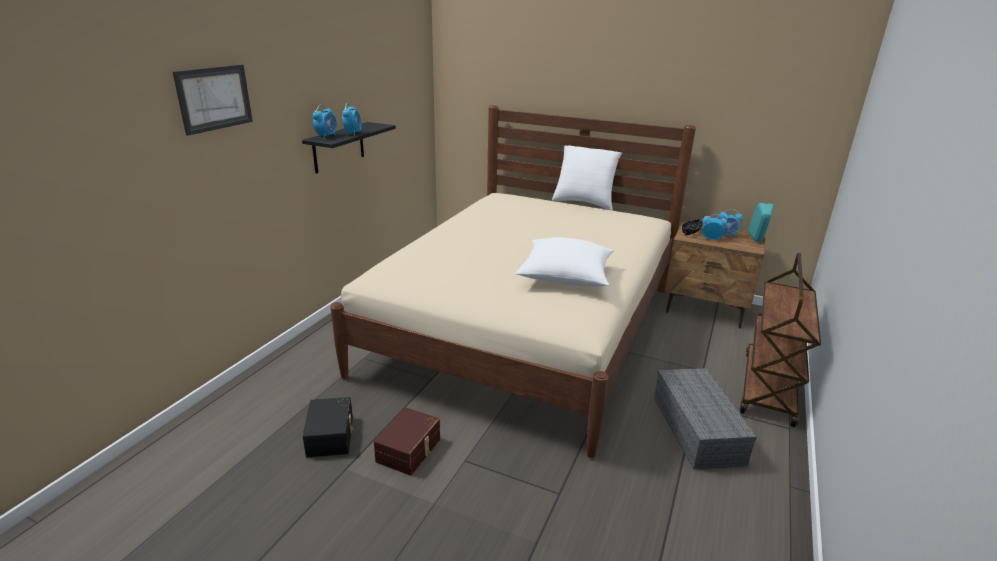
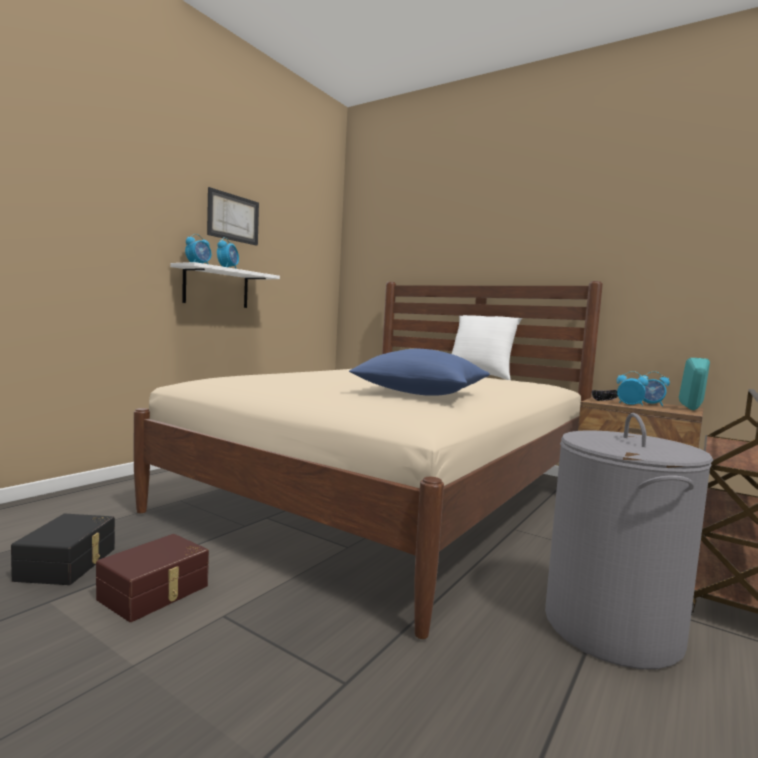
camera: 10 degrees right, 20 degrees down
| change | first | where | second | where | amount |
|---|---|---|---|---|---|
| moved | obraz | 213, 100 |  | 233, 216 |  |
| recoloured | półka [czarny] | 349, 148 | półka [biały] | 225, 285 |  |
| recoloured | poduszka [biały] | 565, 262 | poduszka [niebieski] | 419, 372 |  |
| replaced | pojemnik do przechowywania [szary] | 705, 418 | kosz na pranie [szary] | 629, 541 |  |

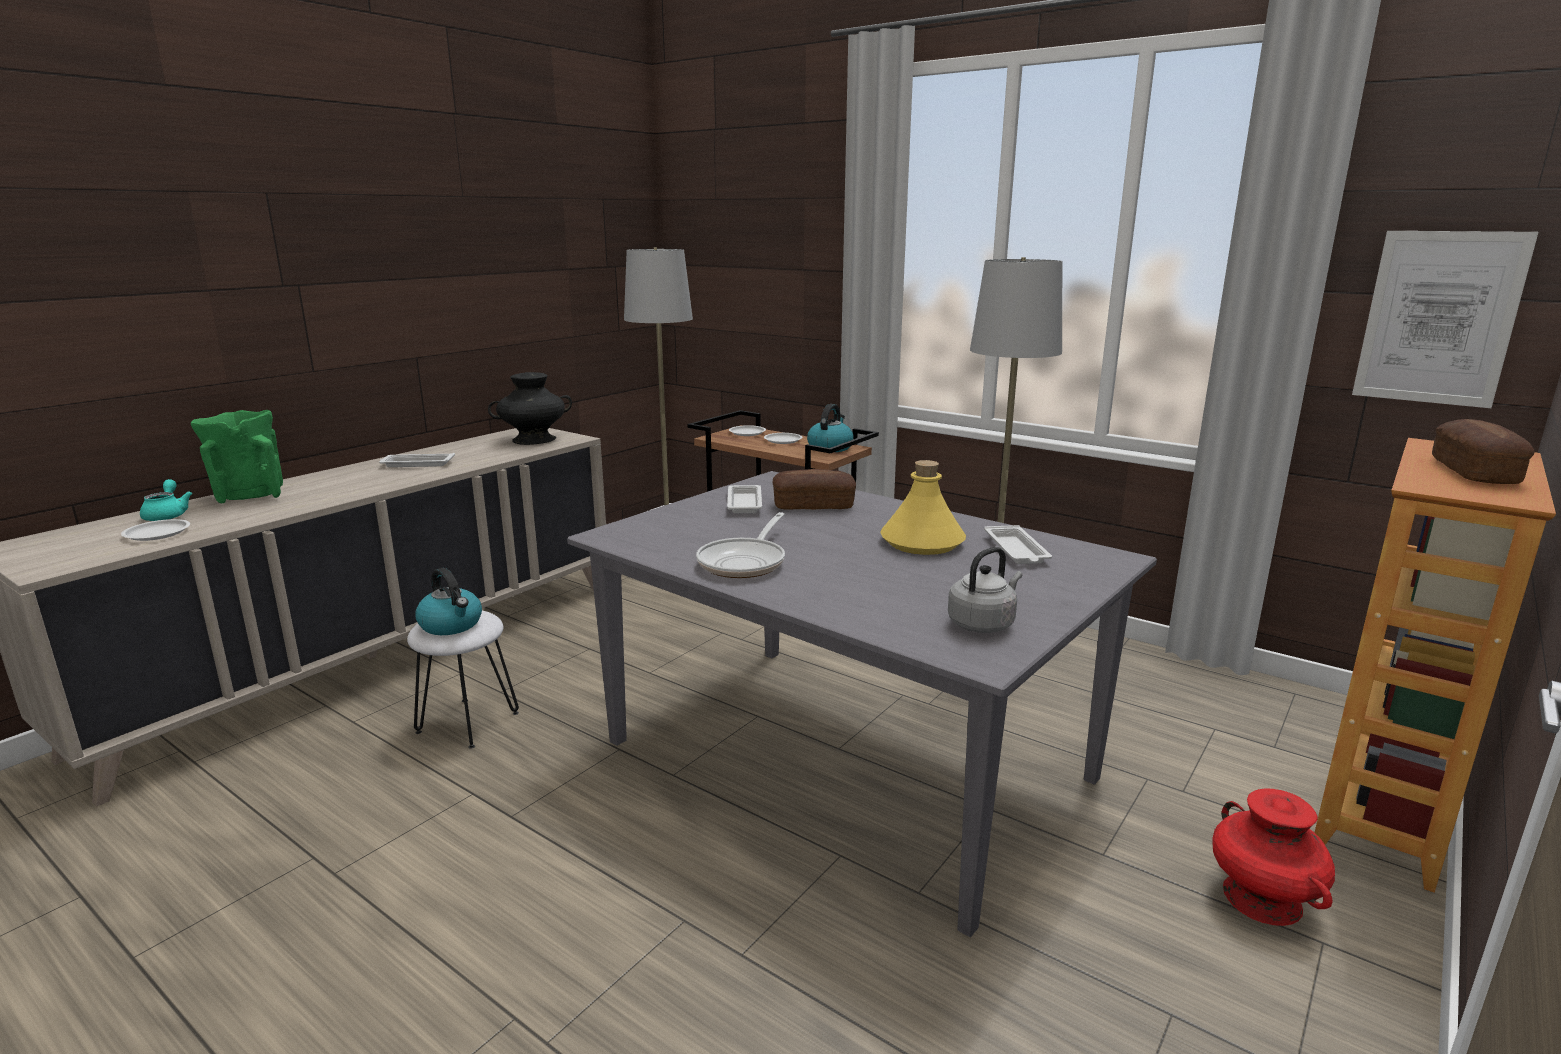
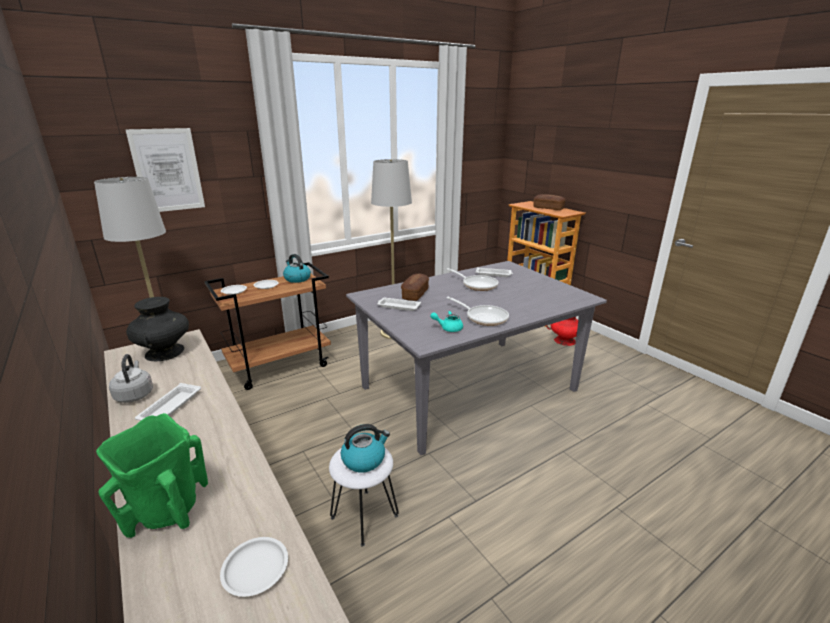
camera: 70 degrees left, 5 degrees up
| change | first | where | second | where | amount |
|---|---|---|---|---|---|
| moved | imbryk [turkusowy] | 166, 500 |  | 446, 321 |  |
| replaced | butelka [żółty] | 923, 507 | patelnia | 473, 279 |  |
| moved | czajnik [szary] | 985, 590 |  | 131, 378 |  |
| moved | obraz | 1445, 319 |  | 165, 170 |  |

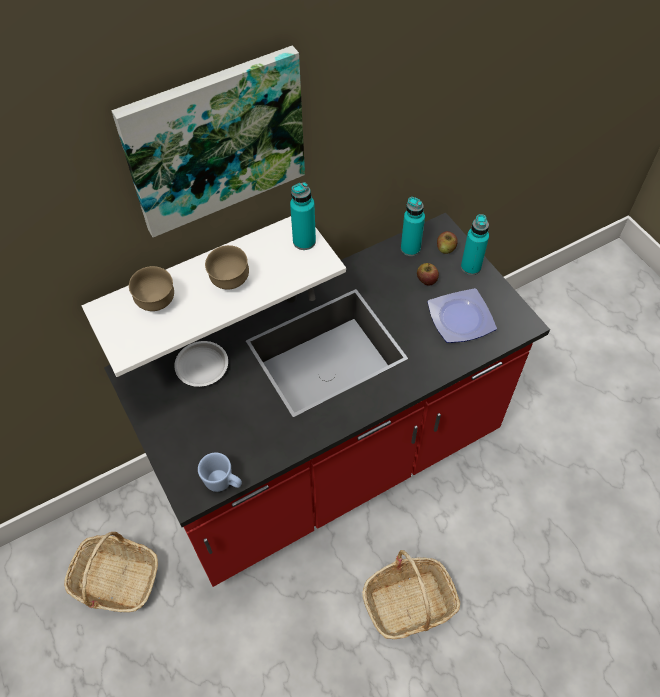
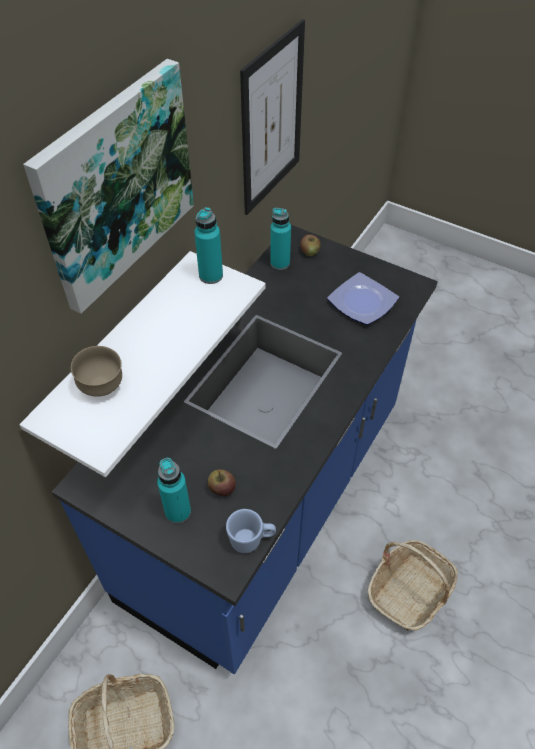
camera: 30 degrees left, 5 degrees down
| change | first | where | second | where | amount |
|---|---|---|---|---|---|
| recoloured | zabudowa kuchenna [czerwony] | 327, 400 | zabudowa kuchenna [niebieski] | 245, 449 |  |
| removed | talerz [biały] | 201, 364 |  |  |  |
| removed | miska [brązowy] | 227, 267 |  |  |  |
| moved | jabłko | 428, 274 |  | 222, 482 |  |
| moved | butelka [turkusowy] | 475, 244 |  | 174, 491 |  |
| added |  |  | obraz | 272, 117 |  |

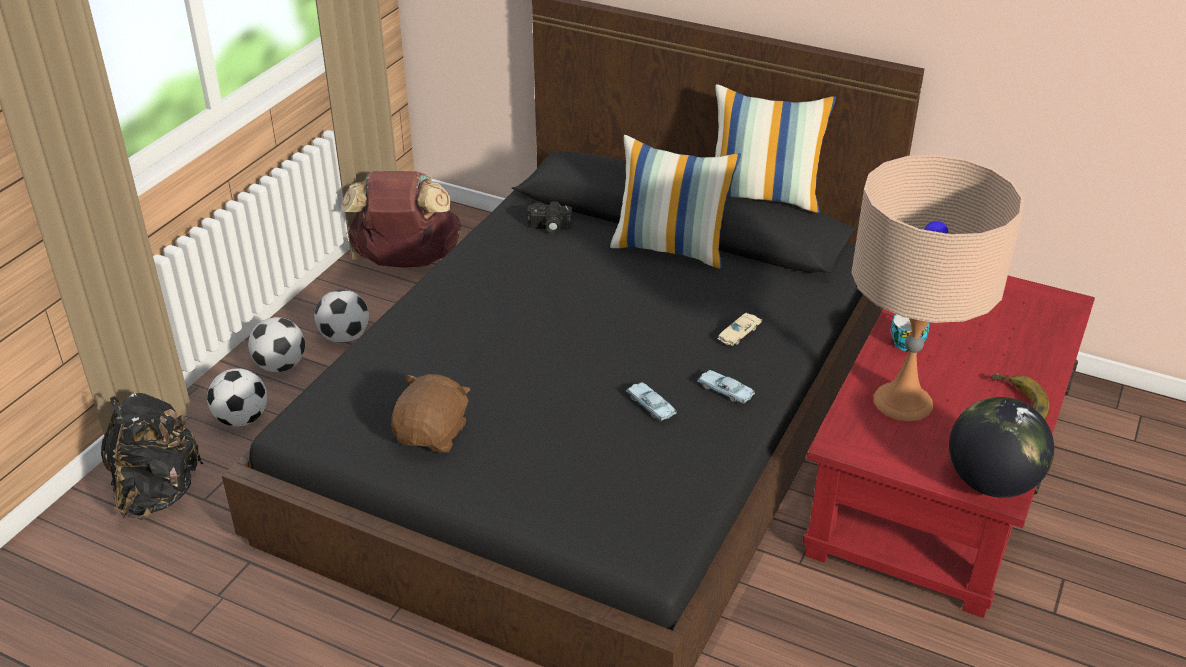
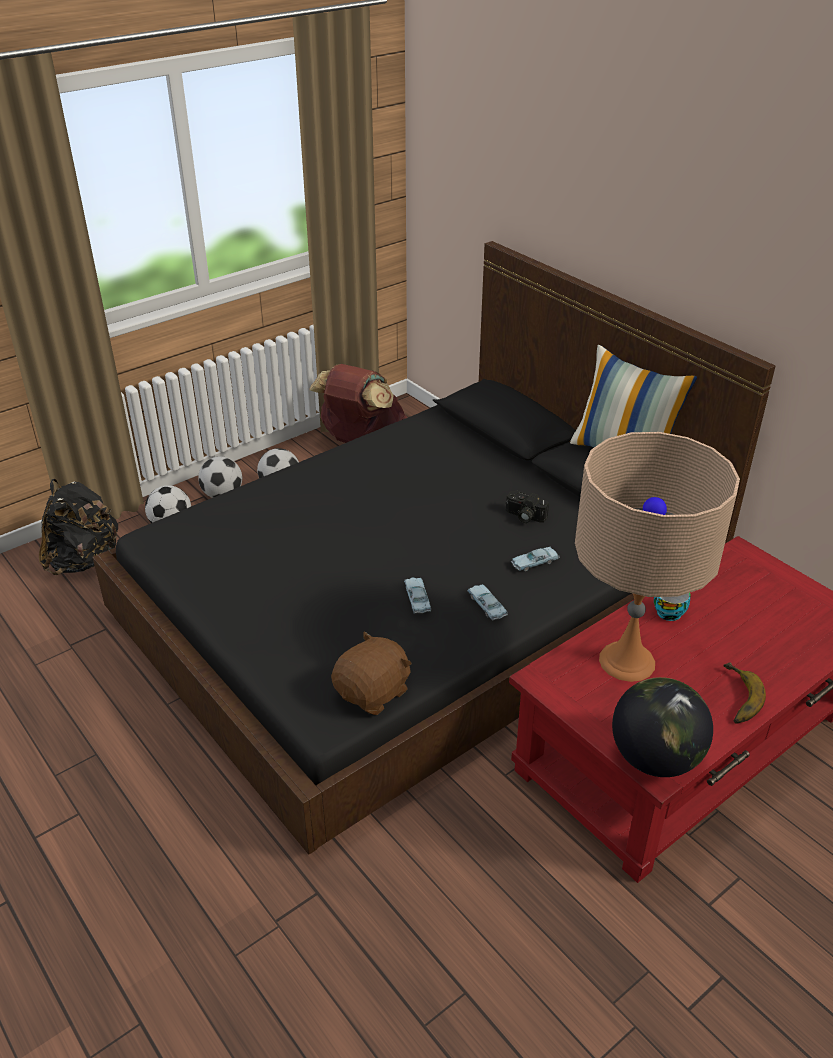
camera: 25 degrees right, 0 degrees up
| change | first | where | second | where | amount |
|---|---|---|---|---|---|
| moved | pluszak [brązowy] | 430, 413 |  | 371, 673 |  |
| moved | aparat fotograficzny | 549, 217 |  | 527, 506 |  |
| removed | poduszka | 675, 202 |  |  |  |
| recoloured | samochodzik [beżowy] | 739, 329 | samochodzik [niebieski] | 535, 559 |  |

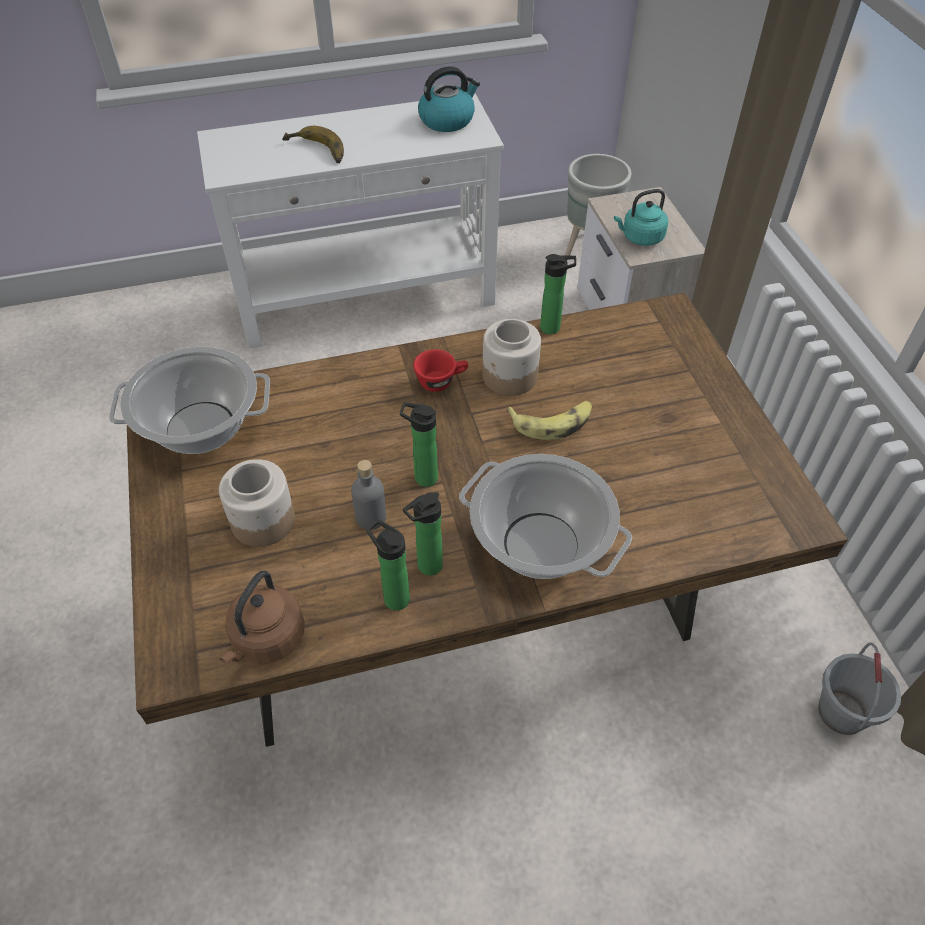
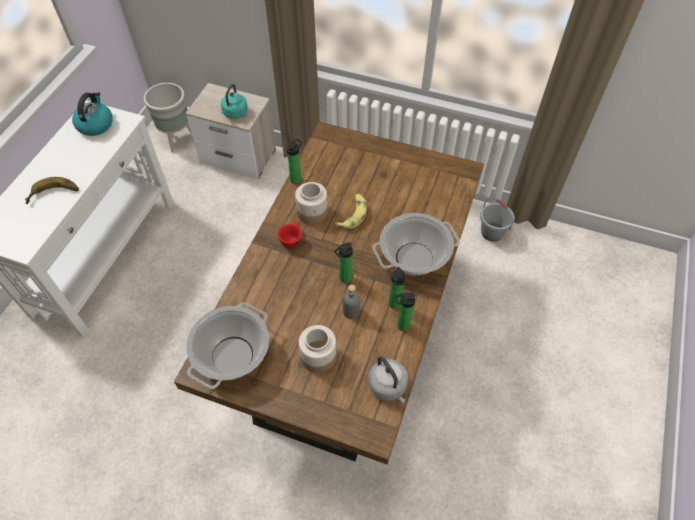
camera: 55 degrees left, 5 degrees up
| change | first | where | second | where | amount |
|---|---|---|---|---|---|
| recoloured | czajnik [brązowy] | 262, 617 | czajnik [szary] | 388, 379 |  |

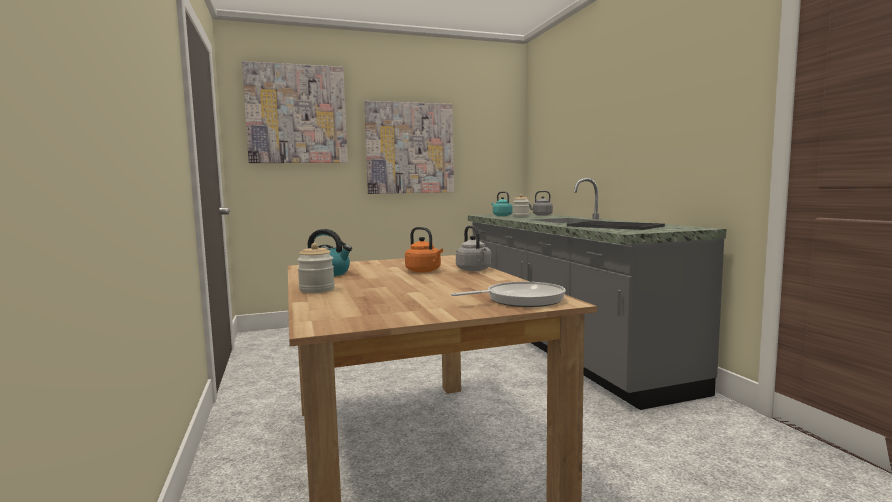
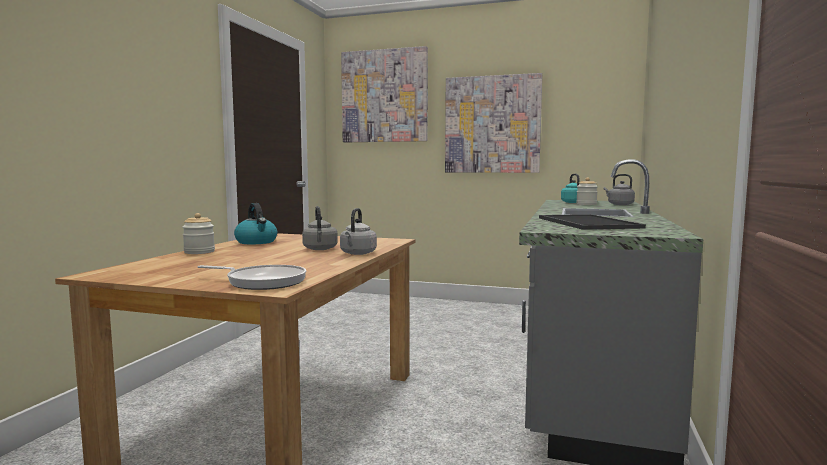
camera: 35 degrees right, 0 degrees up
| change | first | where | second | where | amount |
|---|---|---|---|---|---|
| recoloured | czajnik [pomarańczowy] | 424, 250 | czajnik [szary] | 320, 228 |  |

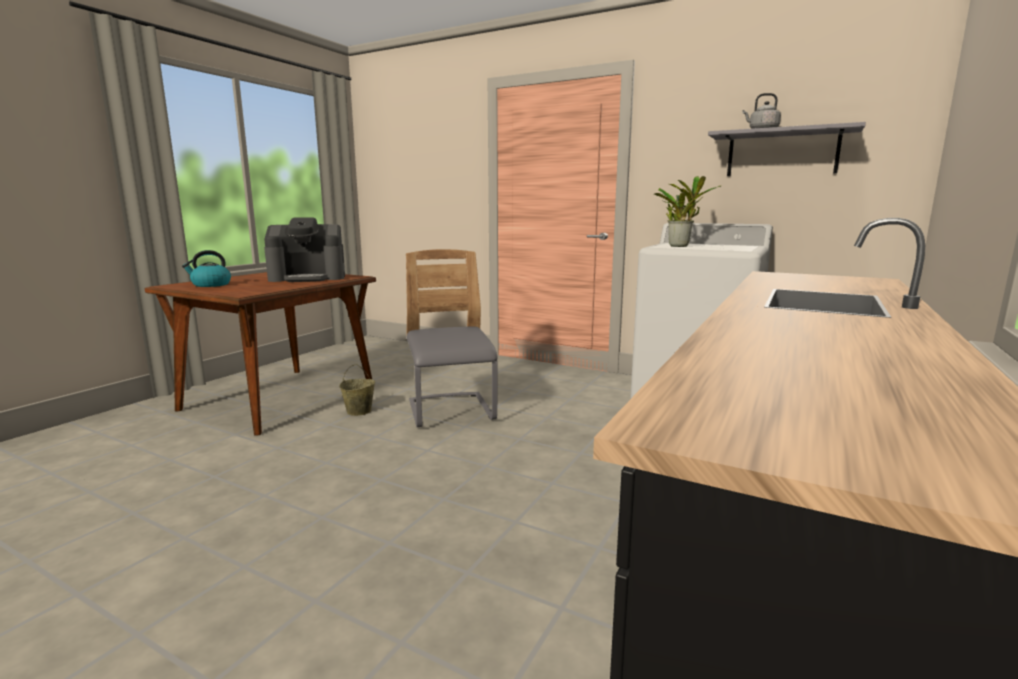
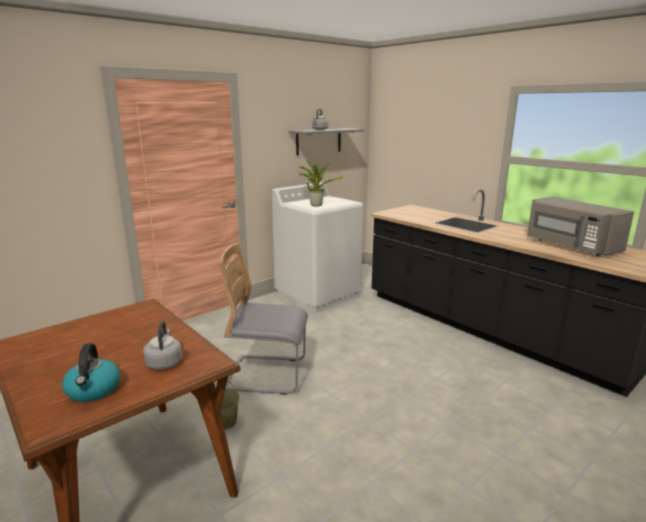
camera: 70 degrees left, 5 degrees up
| change | first | where | second | where | amount |
|---|---|---|---|---|---|
| removed | ekspres do kawy | 304, 250 |  |  |  |
| added |  |  | czajnik [szary] | 162, 345 |  |
| added |  |  | mikrofalówka [szary] | 580, 226 |  |

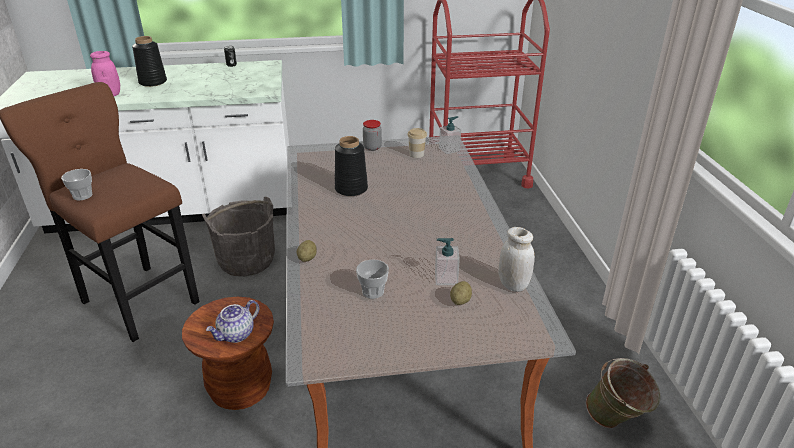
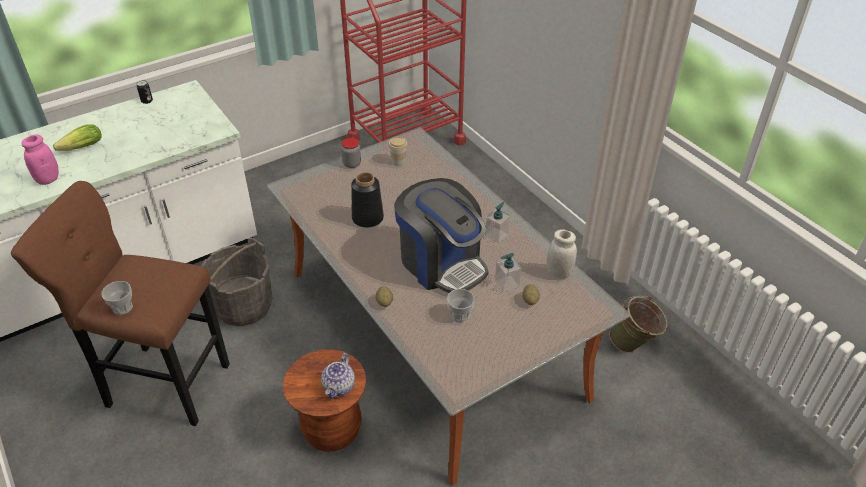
camera: 25 degrees left, 10 degrees up
| change | first | where | second | where | amount |
|---|---|---|---|---|---|
| replaced | wazon [czarny] | 149, 61 | sałata | 77, 137 |  |
| moved | dozownik mydła | 450, 135 |  | 497, 222 |  |
| added |  |  | ekspres do kawy | 441, 235 |  |

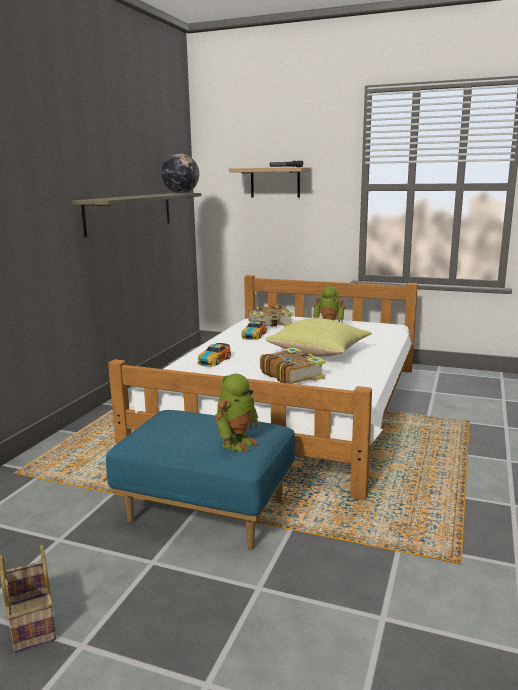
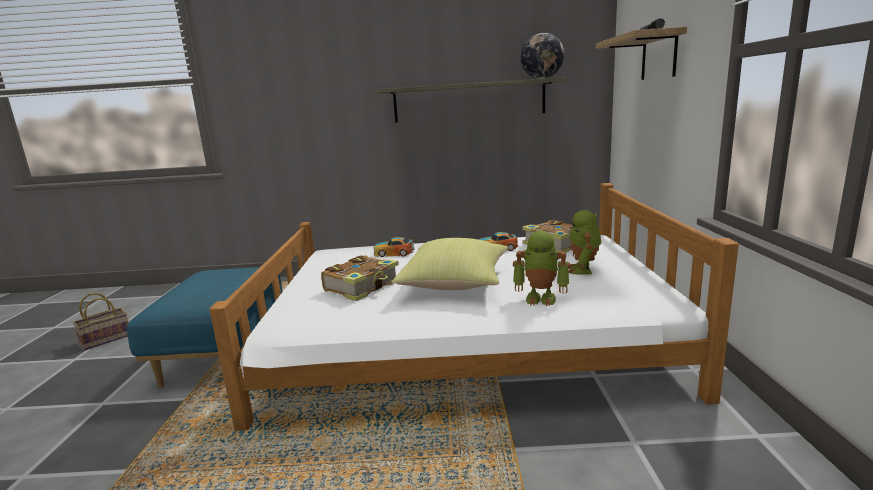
camera: 70 degrees right, 0 degrees up
| change | first | where | second | where | amount |
|---|---|---|---|---|---|
| moved | robot zabawkowy | 237, 412 |  | 541, 268 |  |

